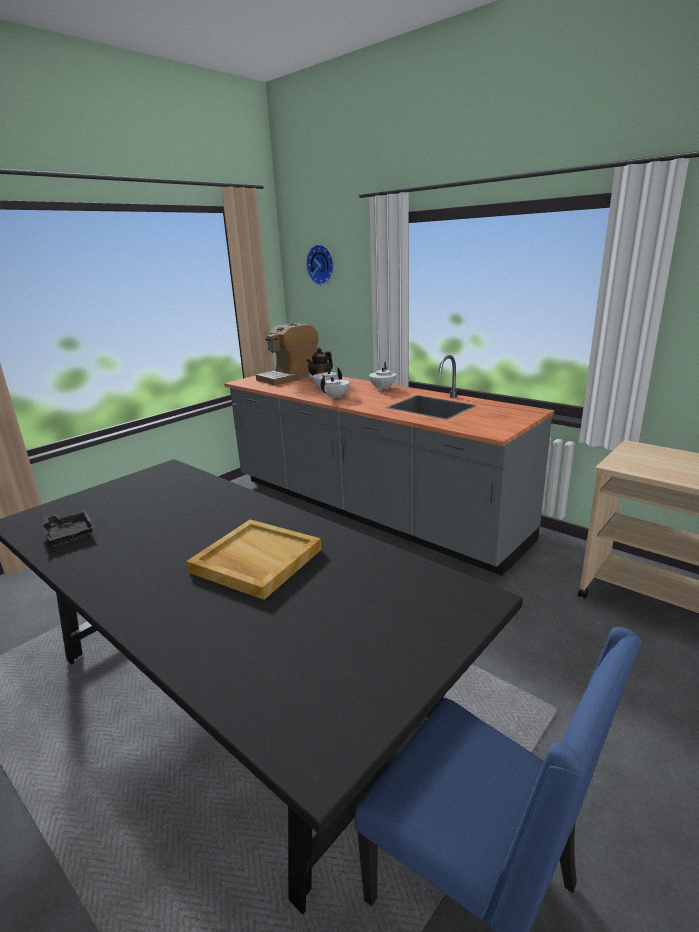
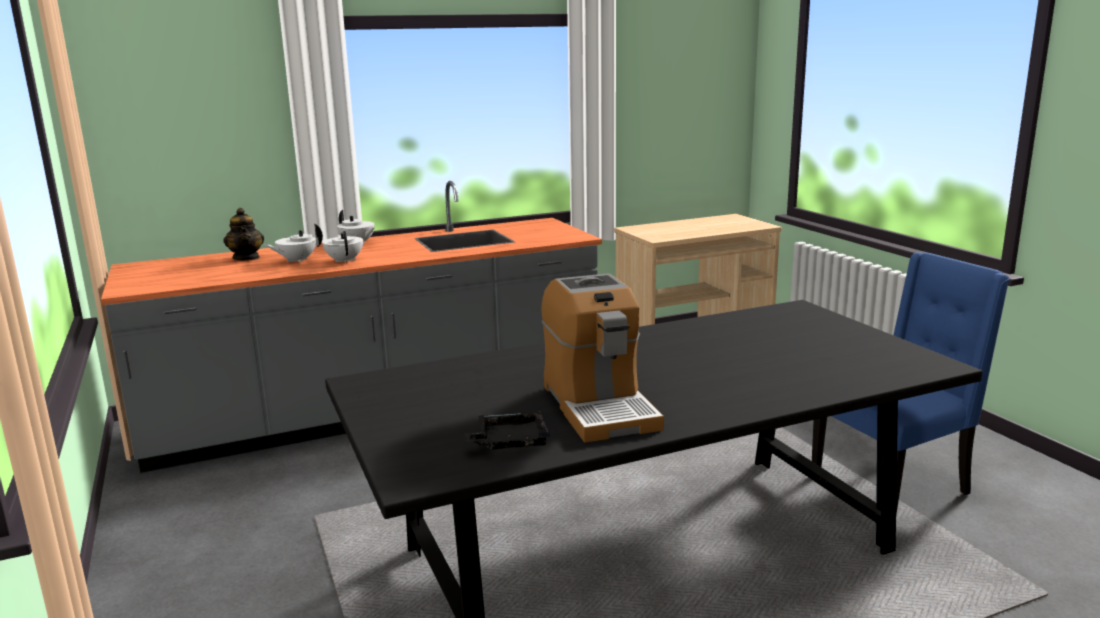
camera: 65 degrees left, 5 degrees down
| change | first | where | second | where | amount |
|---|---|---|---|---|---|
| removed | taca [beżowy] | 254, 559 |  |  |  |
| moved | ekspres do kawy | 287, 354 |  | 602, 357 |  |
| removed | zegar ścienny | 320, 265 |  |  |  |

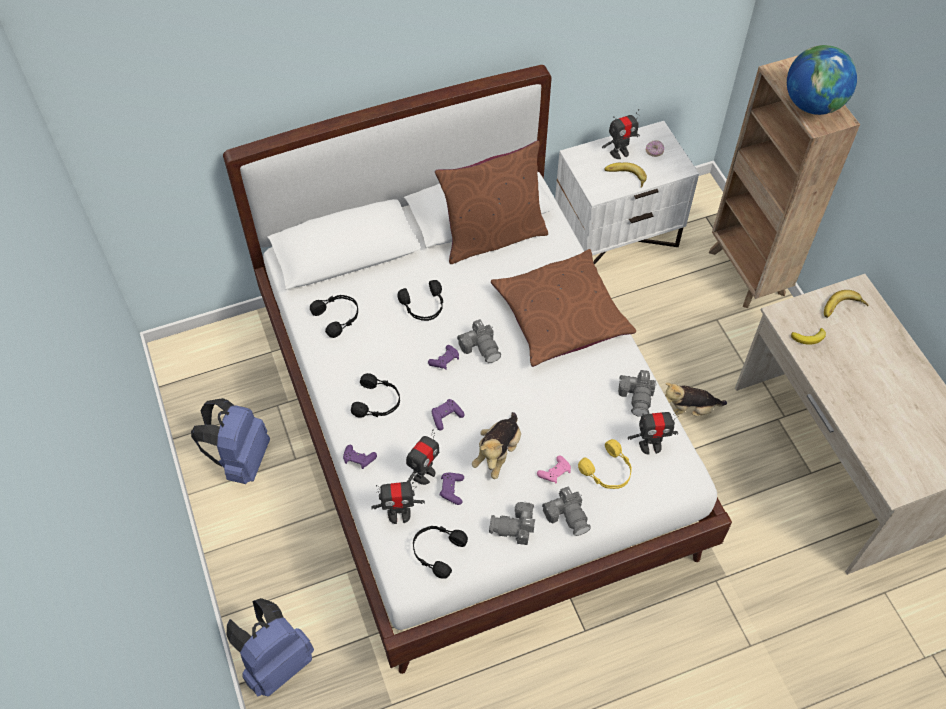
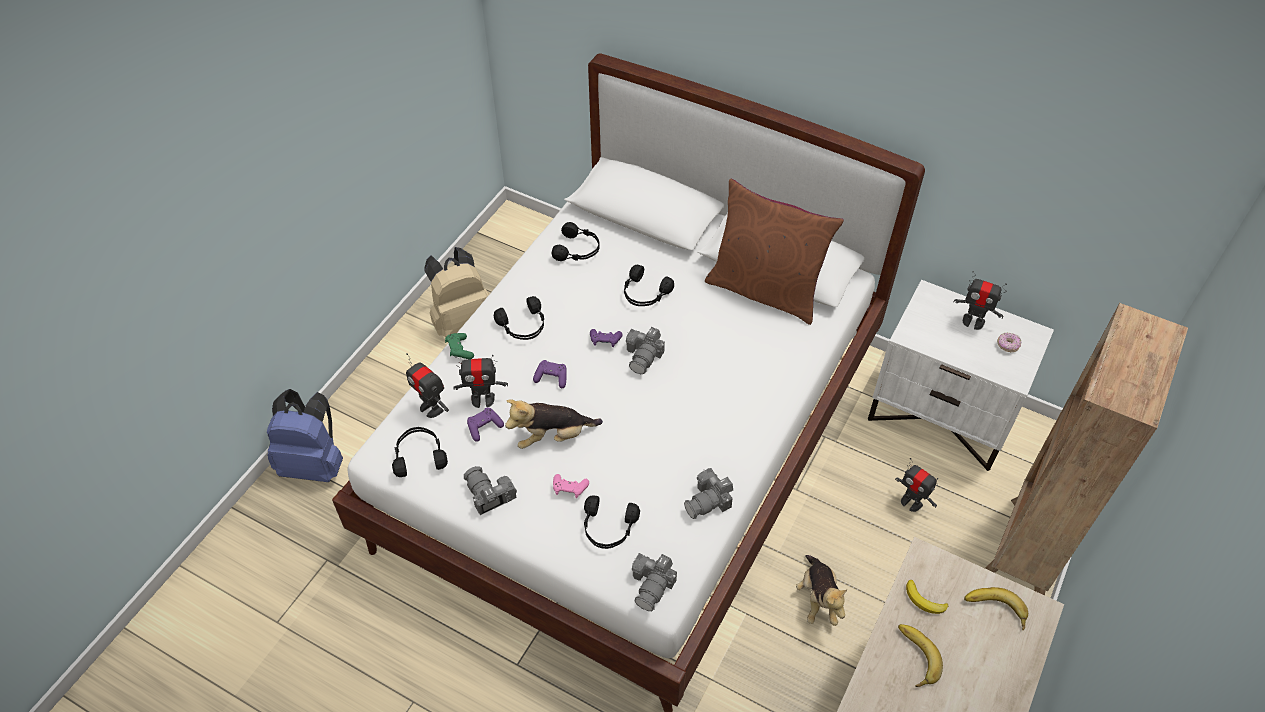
camera: 50 degrees right, 5 degrees down
| change | first | where | second | where | amount |
|---|---|---|---|---|---|
| recoloured | plecak [niebieski] | 230, 441 | plecak [beżowy] | 456, 292 |  |
| recoloured | pad do gier [fioletowy] | 360, 457 | pad do gier [zielony] | 459, 346 |  |
| removed | poduszka [brązowy] | 563, 308 |  |  |  |
| moved | aparat fotograficzny | 566, 511 |  | 654, 582 |  |
| recoloured | słuchawki [żółty] | 605, 464 | słuchawki [czarny] | 612, 522 |  |
| moved | banan | 625, 175 |  | 920, 655 |  |
| moved | robot zabawkowy | 653, 433 |  | 916, 485 |  |
| turned | pluszak | 696, 399 |  | 821, 590 | 135 degrees counterclockwise |
| removed | globus | 822, 80 |  |  |  |

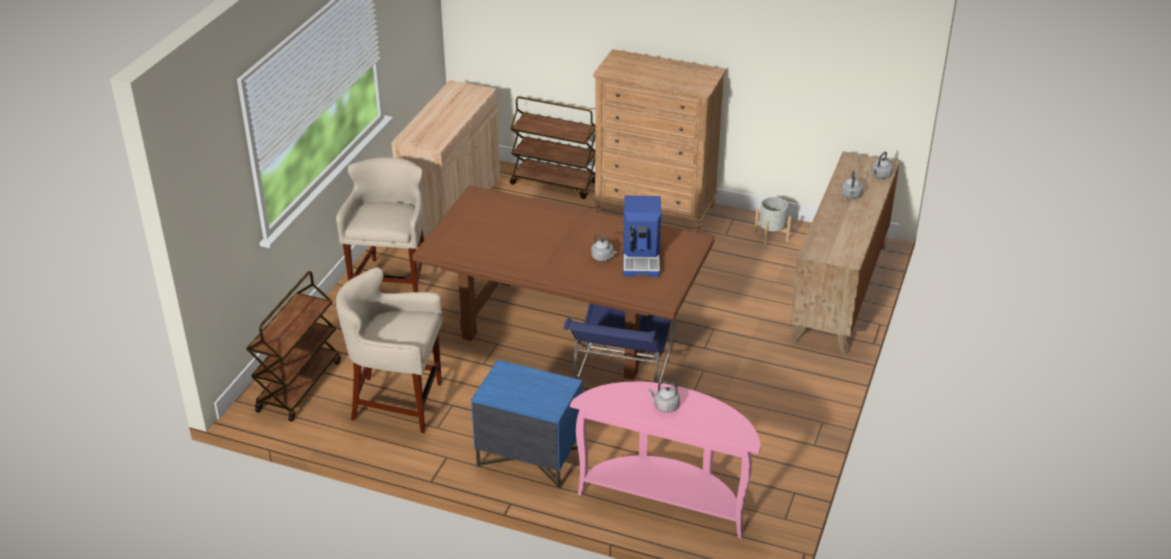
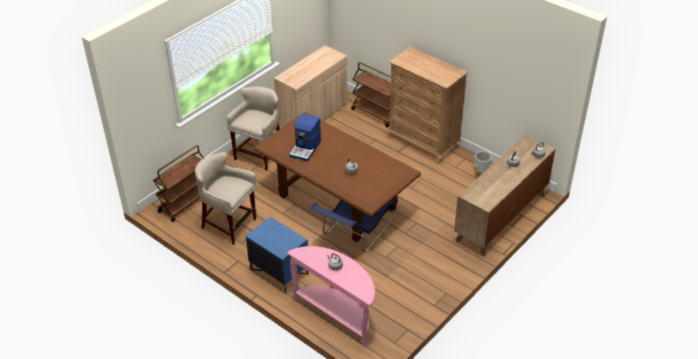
camera: 20 degrees right, 5 degrees up
| change | first | where | second | where | amount |
|---|---|---|---|---|---|
| moved | ekspres do kawy | 642, 236 |  | 305, 138 |  |

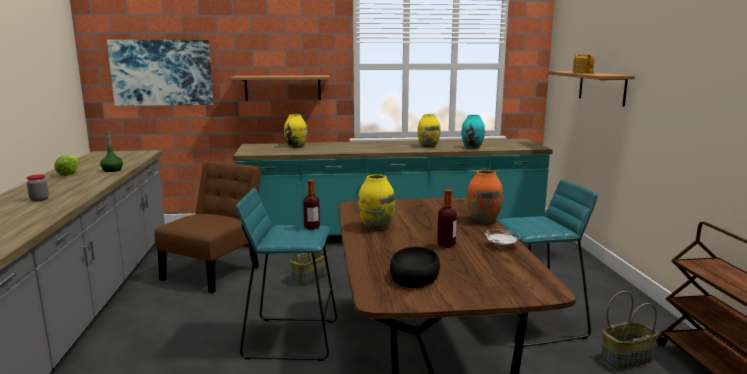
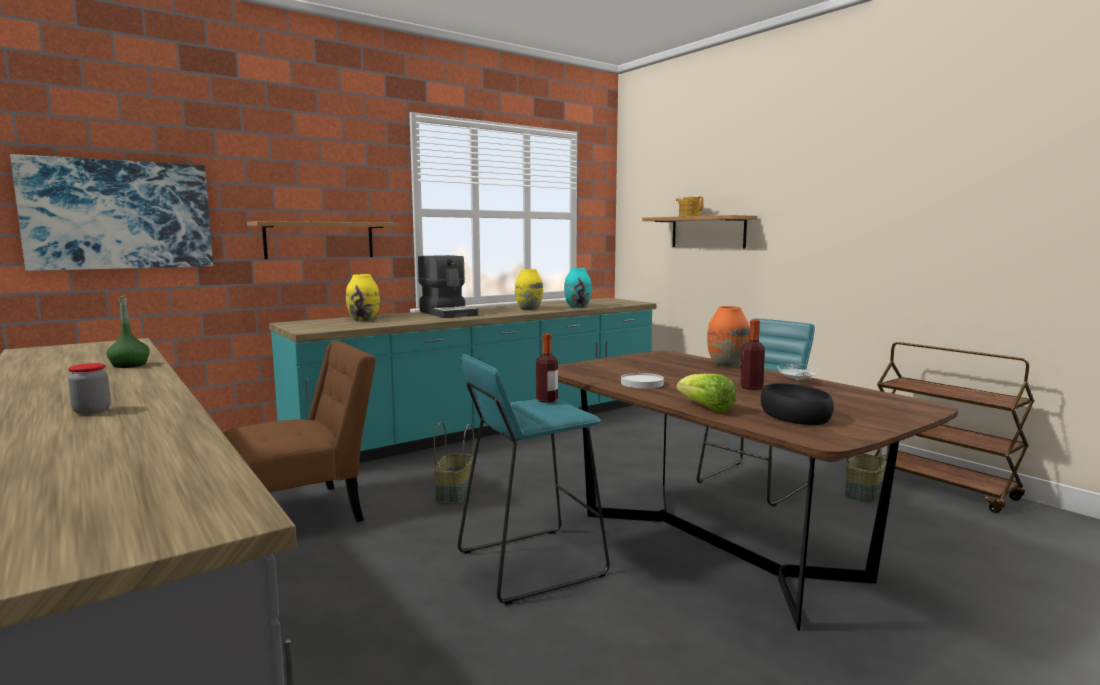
camera: 30 degrees left, 5 degrees down
| change | first | where | second | where | amount |
|---|---|---|---|---|---|
| moved | sałata | 66, 165 |  | 706, 393 |  |
| turned | krzesło [brązowy] | 207, 227 |  | 299, 431 | 60 degrees clockwise |
| replaced | wazon [żółty] | 376, 202 | talerz [biały] | 642, 381 |  |
| added |  |  | ekspres do kawy | 448, 286 |  |

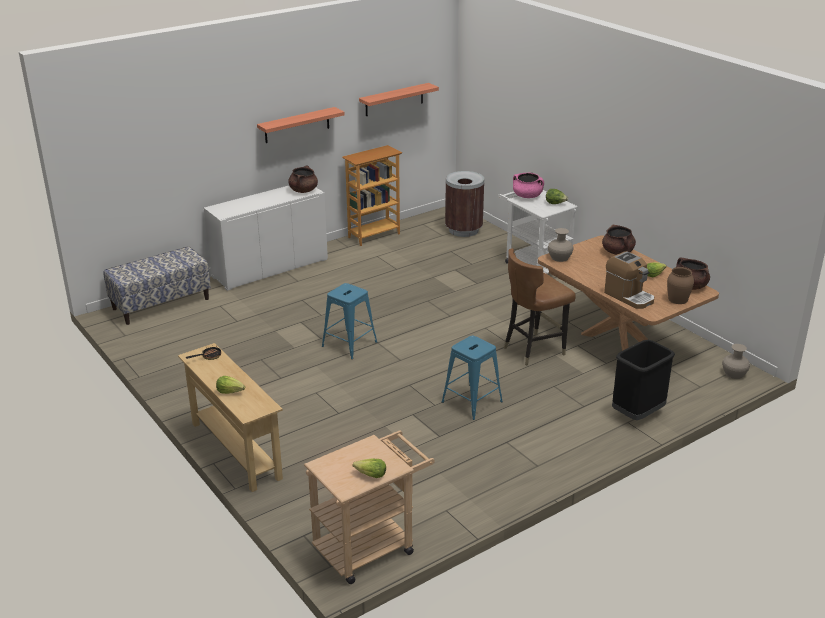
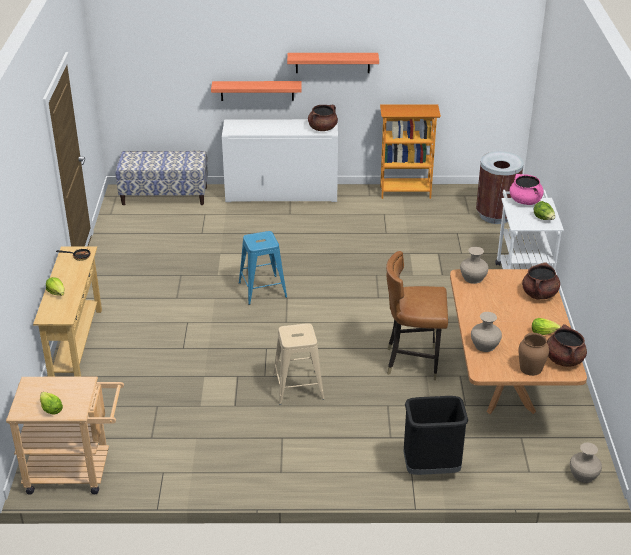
camera: 35 degrees right, 5 degrees up
| change | first | where | second | where | amount |
|---|---|---|---|---|---|
| moved | półka | 399, 99 |  | 256, 91 |  |
| recoloured | stołek [niebieski] | 472, 378 | stołek [beżowy] | 298, 364 |  |
| replaced | ekspres do kawy | 629, 280 | wazon [beżowy] | 486, 332 |  |

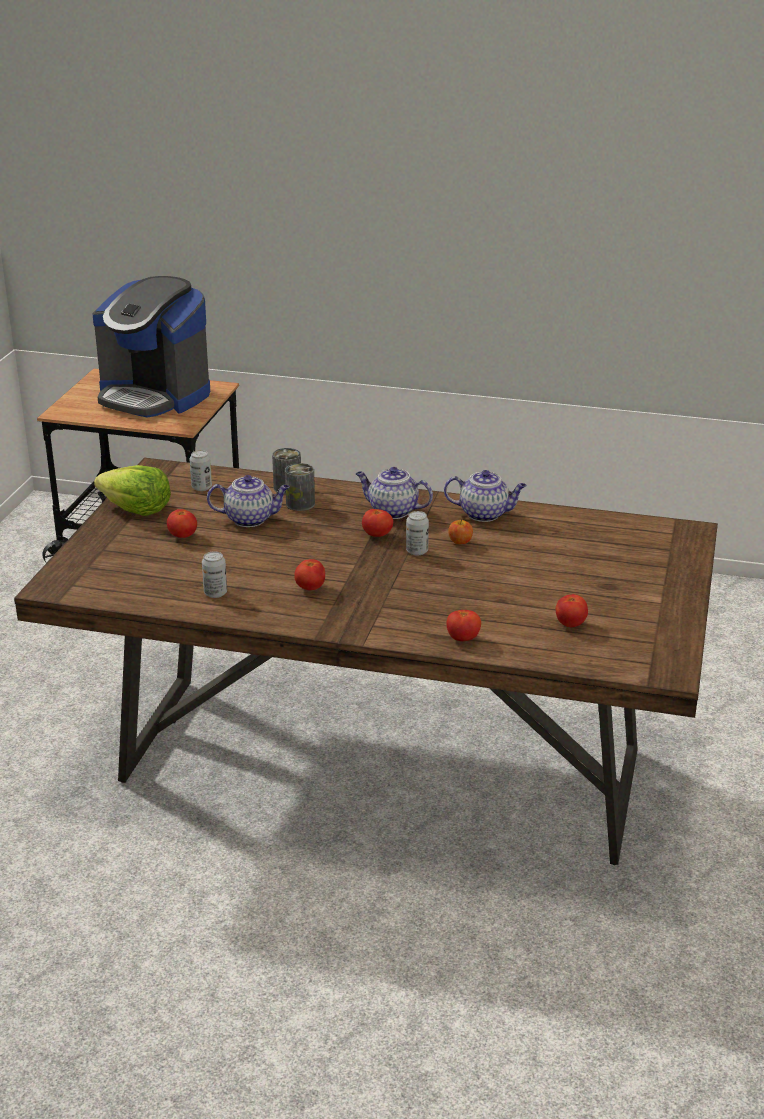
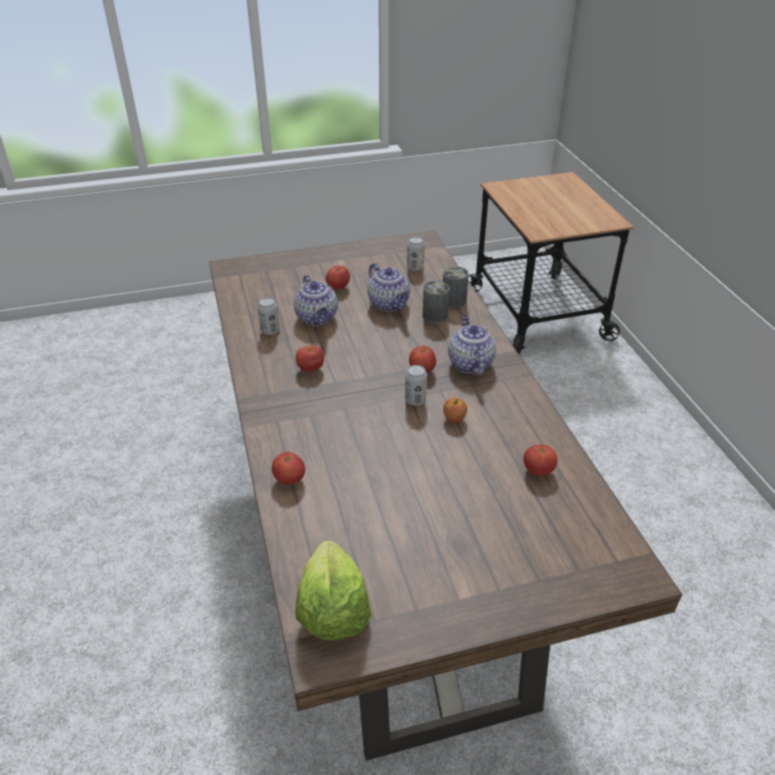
camera: 60 degrees right, 10 degrees up
| change | first | where | second | where | amount |
|---|---|---|---|---|---|
| removed | ekspres do kawy | 151, 347 |  |  |  |
| moved | sałata | 132, 490 |  | 333, 590 |  |
| moved | imbryk | 485, 496 |  | 316, 300 |  |
| moved | pomidor | 572, 610 |  | 541, 460 |  |

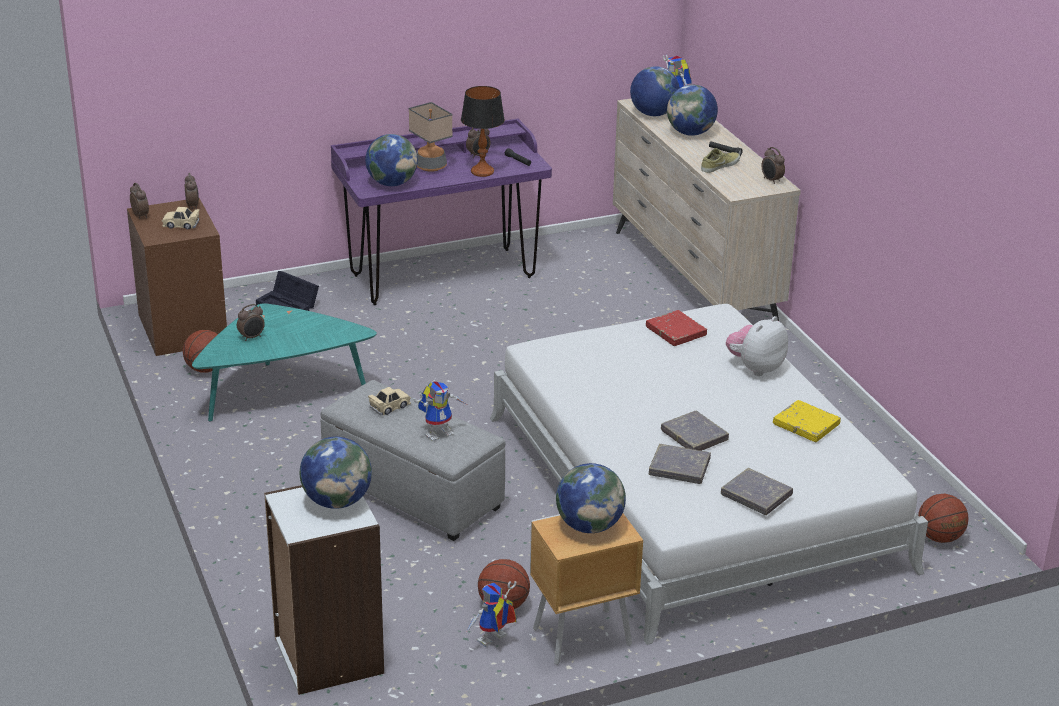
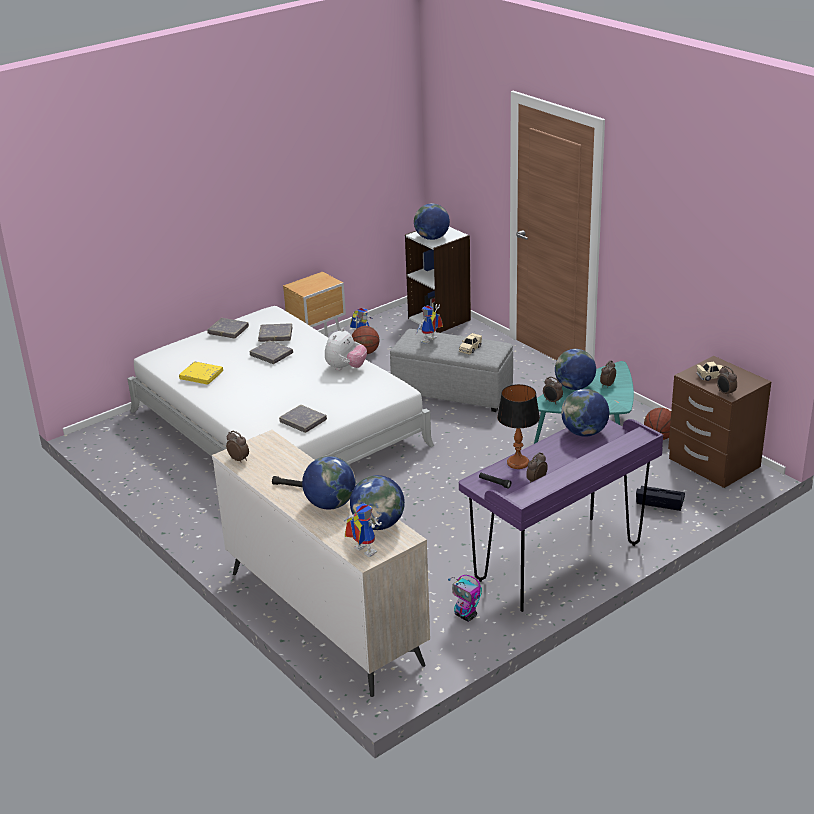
camera: 165 degrees right, 0 degrees up
| change | first | where | second | where | amount |
|---|---|---|---|---|---|
| moved | budzik | 139, 201 |  | 553, 390 |  |
| removed | lampa stołowa | 431, 137 |  |  |  |
| moved | globus | 591, 498 |  | 575, 369 |  |
| recoloured | książka [czerwony] | 676, 328 | książka [szary] | 303, 419 |  |
| removed | but [beżowy] | 720, 160 |  |  |  |
| moved | pluszak | 757, 346 |  | 346, 349 |  |
| removed | piłka do koszykówki | 943, 518 |  |  |  |
| added |  |  | robot zabawkowy | 465, 598 |  |

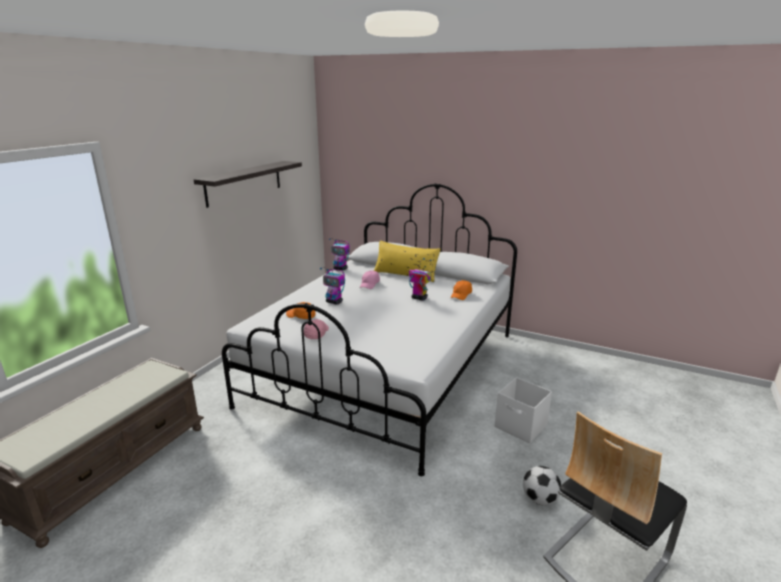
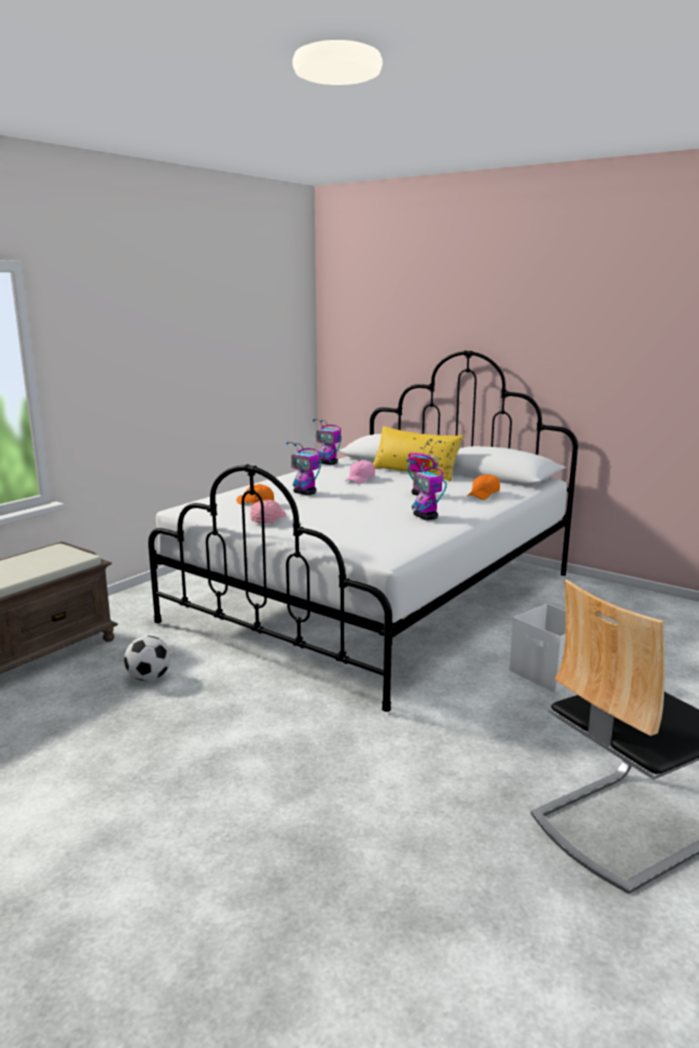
camera: 10 degrees right, 5 degrees down
| change | first | where | second | where | amount |
|---|---|---|---|---|---|
| removed | półka | 248, 184 |  |  |  |
| moved | piłka futbolowa | 542, 486 |  | 147, 658 |  |
| added |  |  | robot zabawkowy | 426, 489 |  |

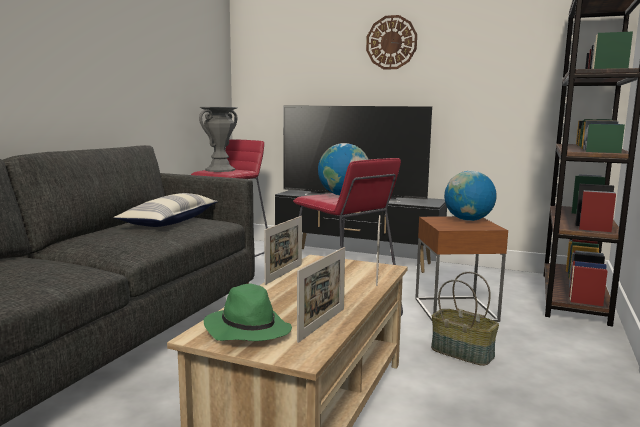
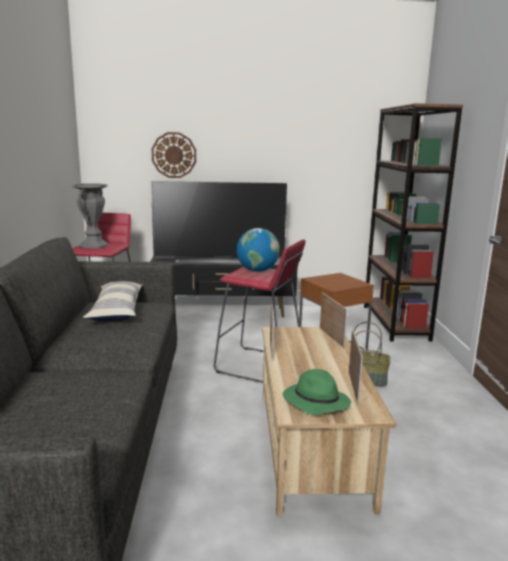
camera: 25 degrees left, 5 degrees up
| change | first | where | second | where | amount |
|---|---|---|---|---|---|
| moved | zegar ścienny | 391, 42 |  | 173, 155 |  |
| removed | globus | 470, 196 |  |  |  |

